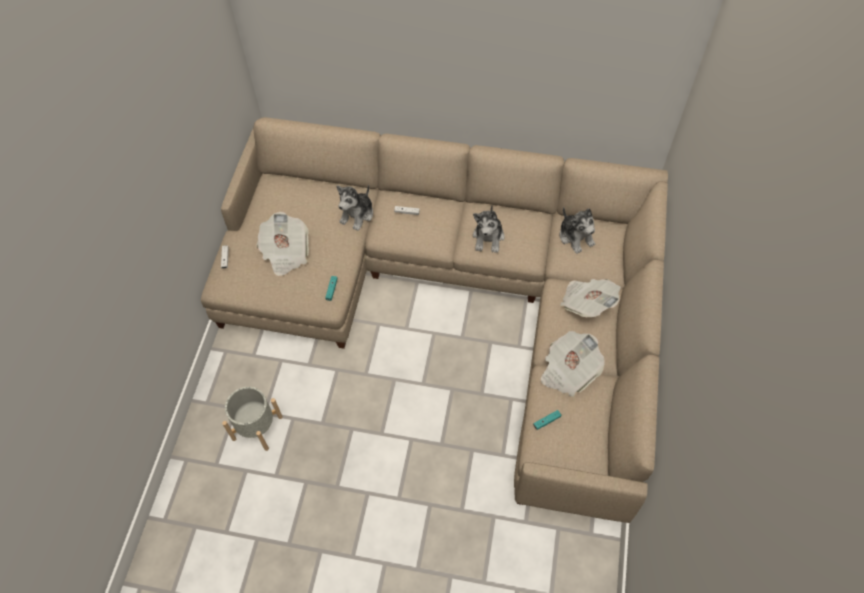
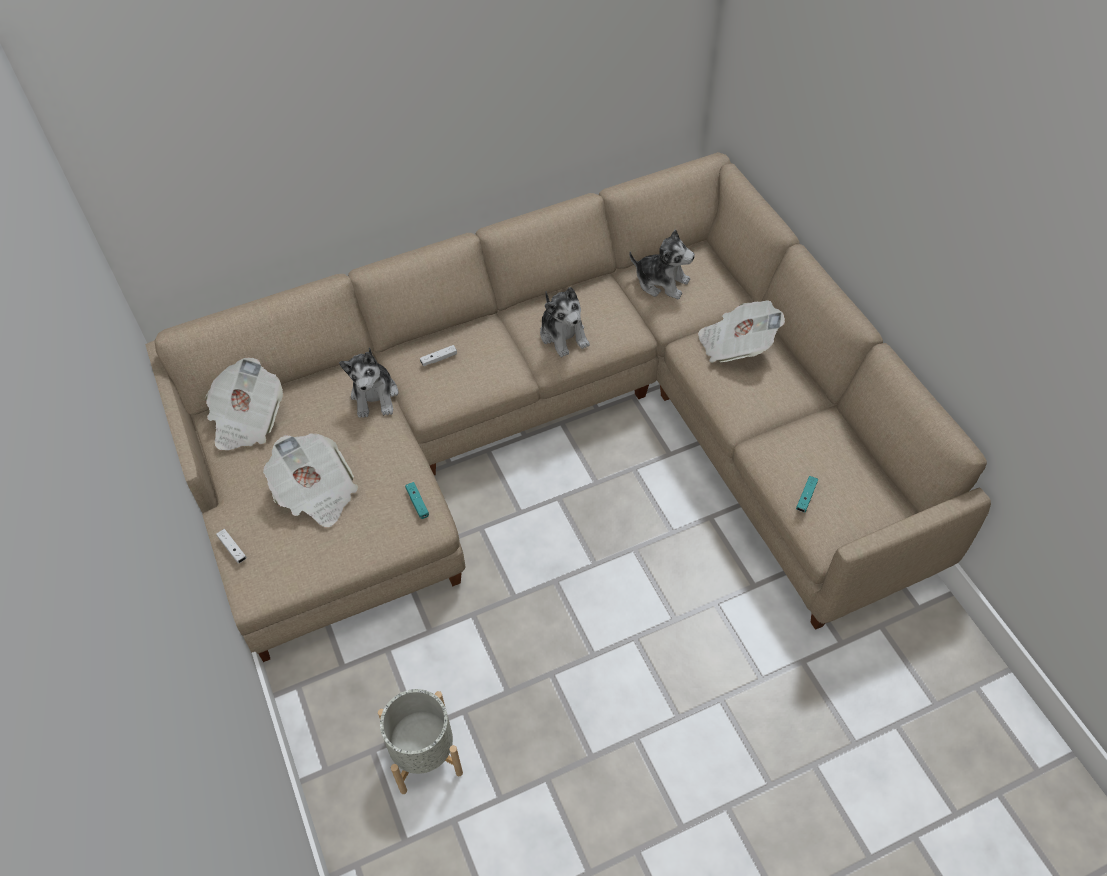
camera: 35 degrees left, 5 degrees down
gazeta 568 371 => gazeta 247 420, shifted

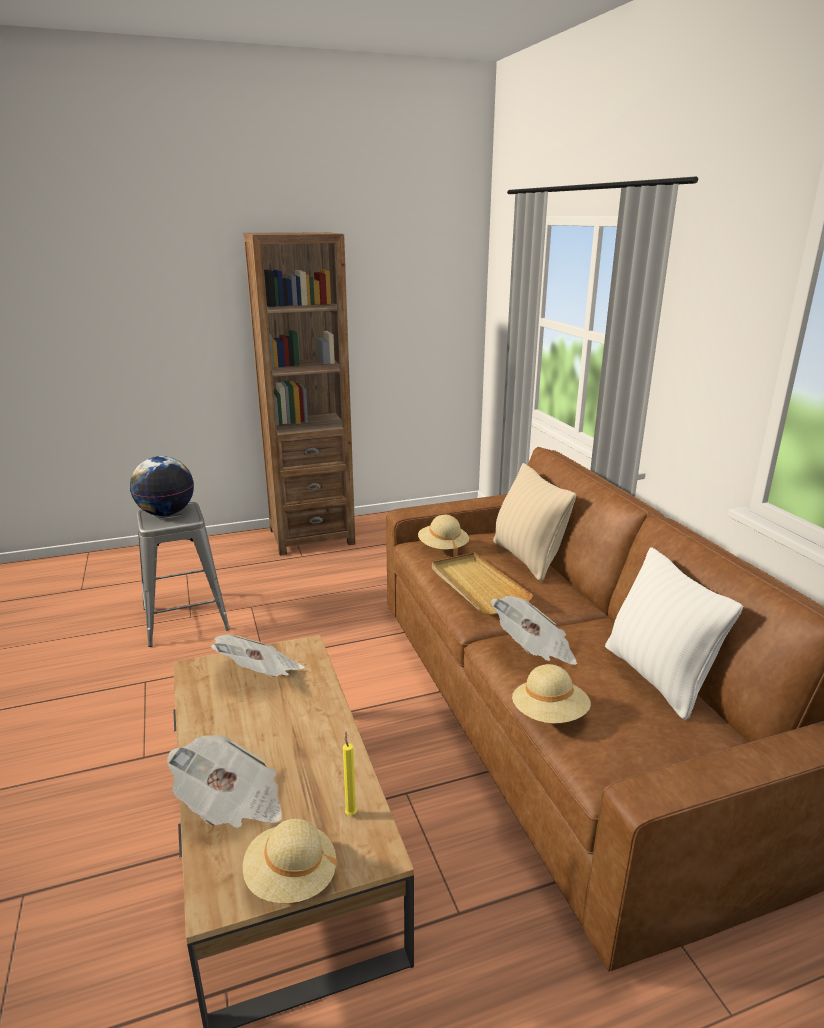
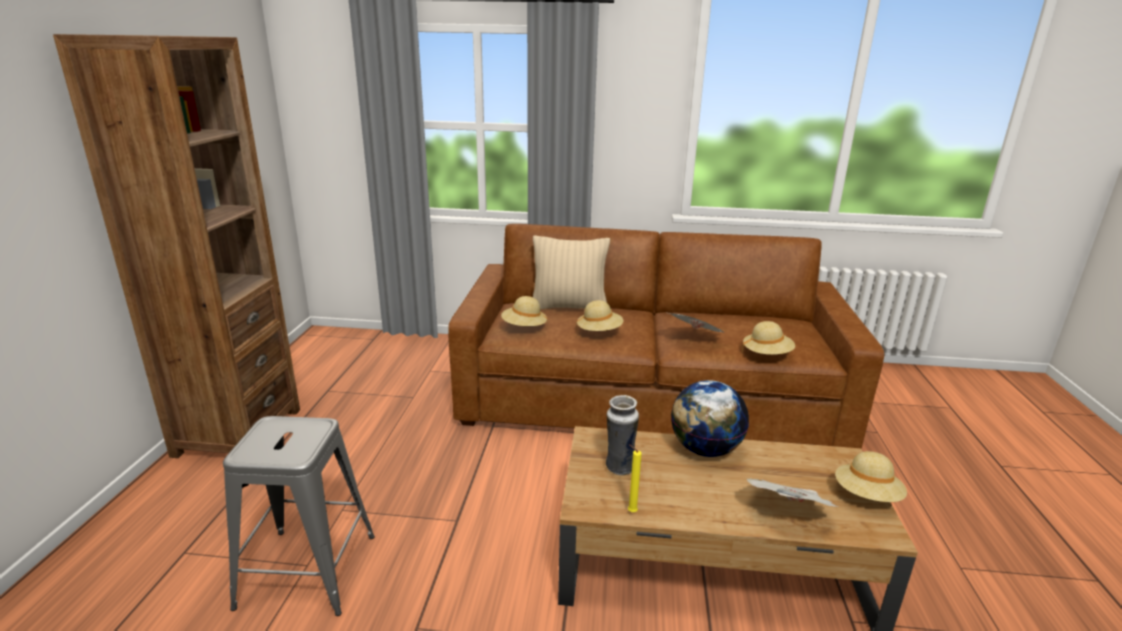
camera: 65 degrees left, 0 degrees up
globus 166 513 => globus 704 449, shifted
gazeta 260 674 => wazon 619 468
świeca [żółty] 351 812 => świeca [żółty] 630 511, shifted
taca [beżowy] 477 586 => kapelusz [beżowy] 599 332
poduszka [biały] 657 677 => nothing

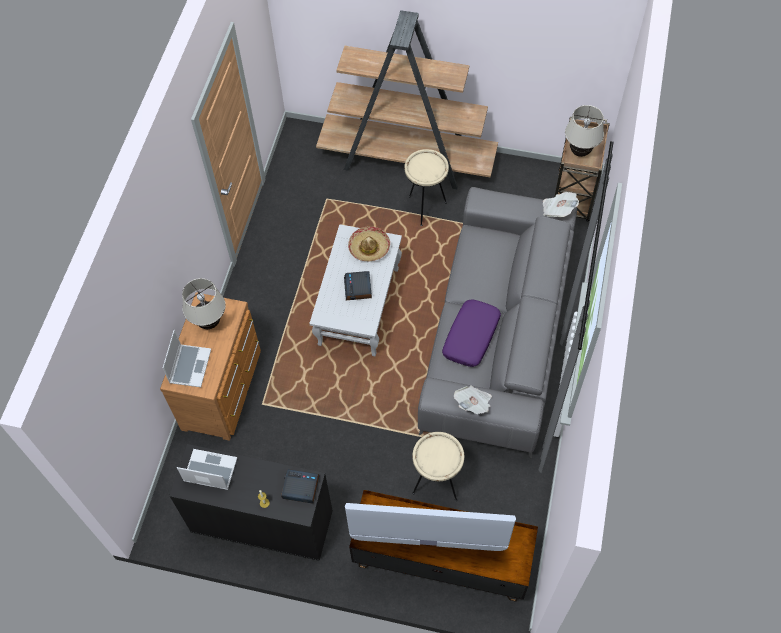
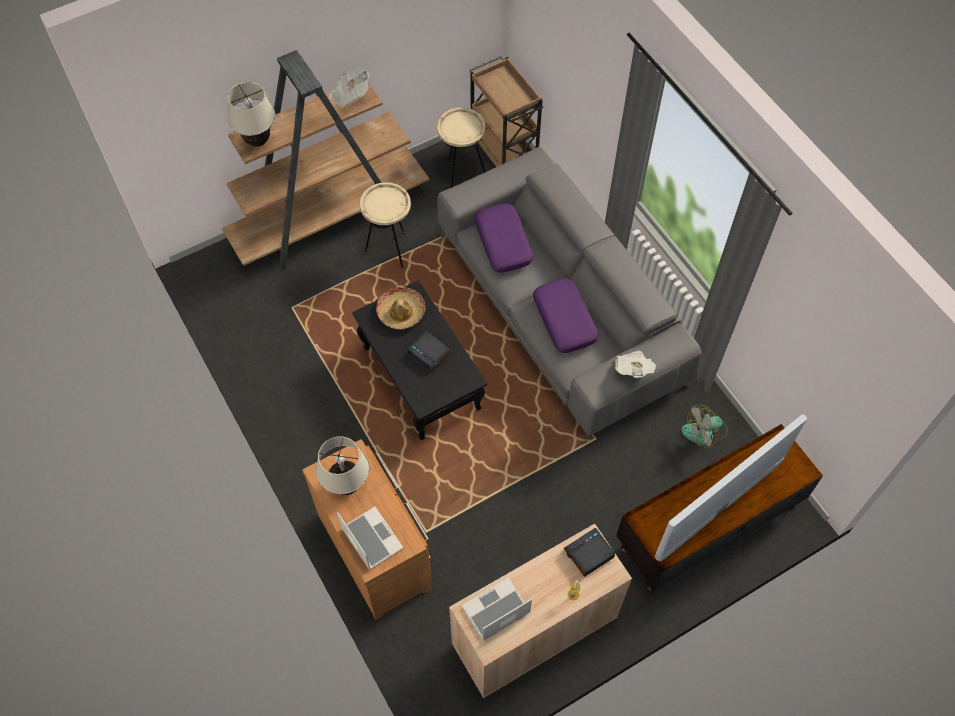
camera: 45 degrees left, 0 degrees up
szafka [czarny] 262 522 => szafka [beżowy] 534 631
ława [biały] 358 307 => ława [czarny] 422 379
stolik [beżowy] 436 485 => stolik [beżowy] 462 176, shifted
gazeta 558 209 => gazeta 350 95, shifted
lampa stołowa [beżowy] 579 152 => lampa stołowa [beżowy] 257 141, shifted
nothing => poduszka [fioletowy] 503 243
nothing => wentylator 704 431

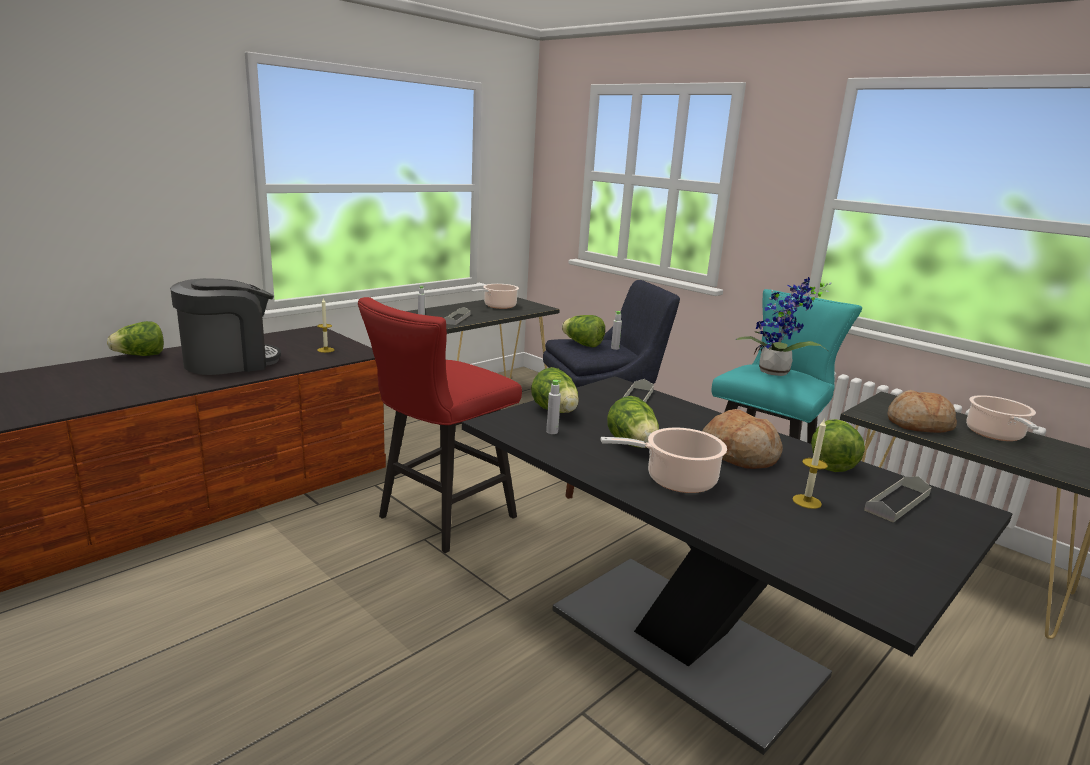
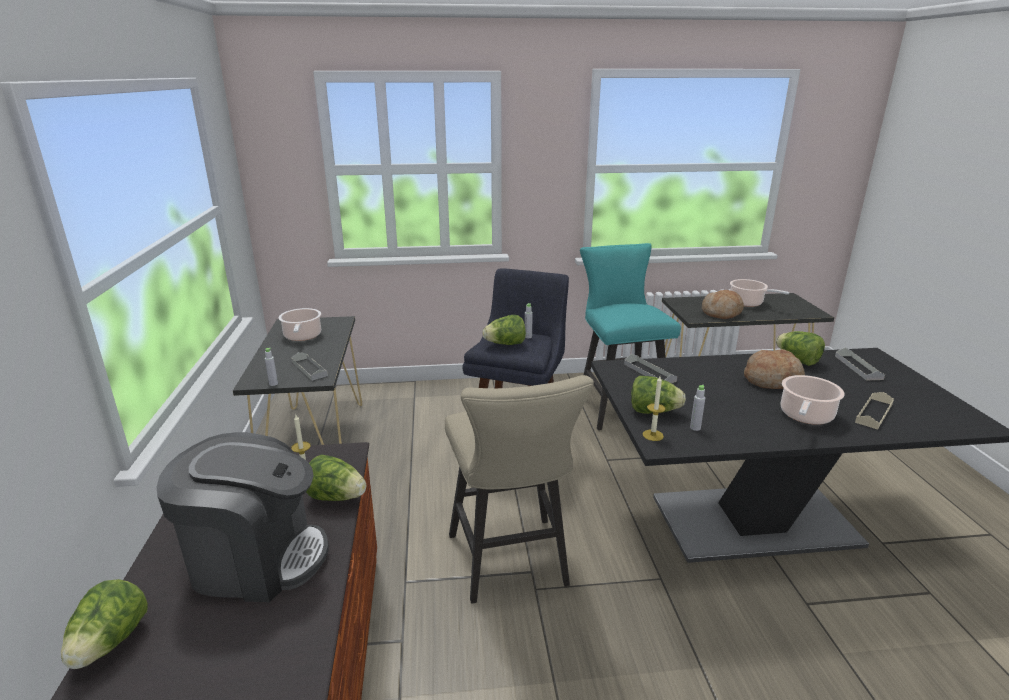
camera: 50 degrees left, 5 degrees up
ekspres do kawy 229 362 => ekspres do kawy 256 559, 90 degrees clockwise
stołek [czerwony] 439 519 => stołek [beżowy] 511 565
sałata 633 445 => sałata 336 497, shifted
roślina doniczkowa 775 373 => nothing
świeca 806 501 => świeca 653 435, shifted
nothing => taca [beżowy] 874 413

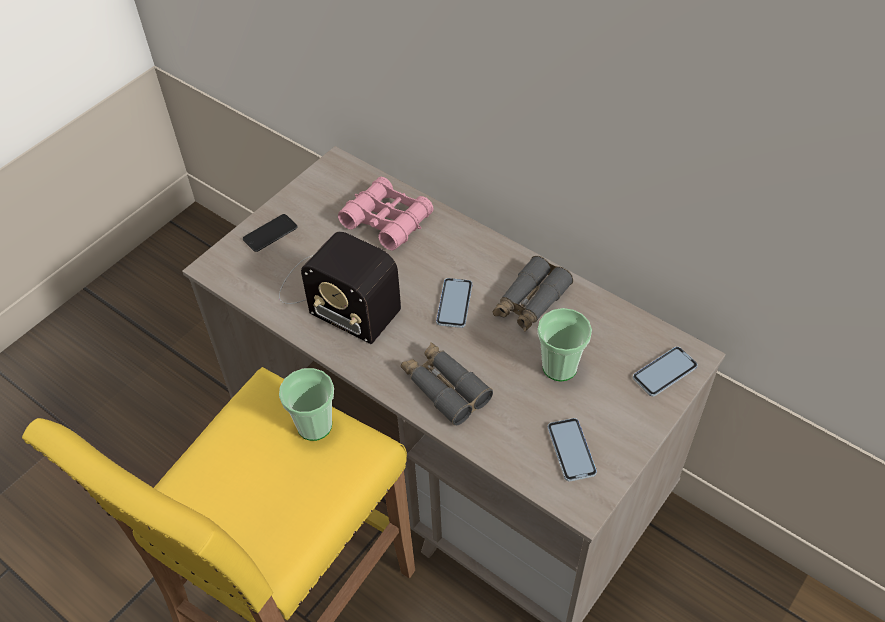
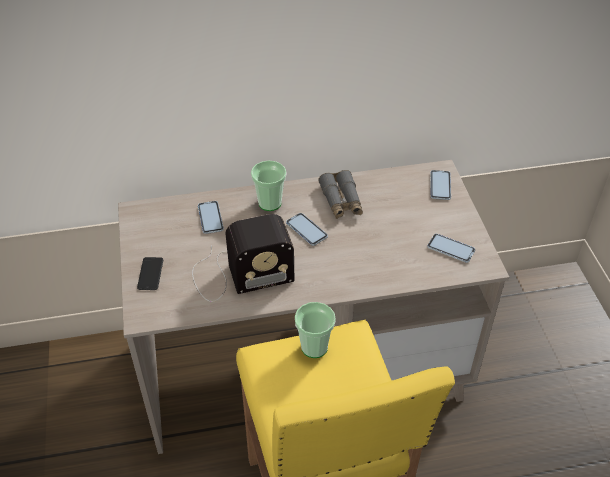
camera: 50 degrees left, 5 degrees down
lornetka [różowy] 387 220 => telefon 210 218
lornetka [szary] 444 388 => nothing
filiżanka 559 367 => filiżanka 270 203, shifted

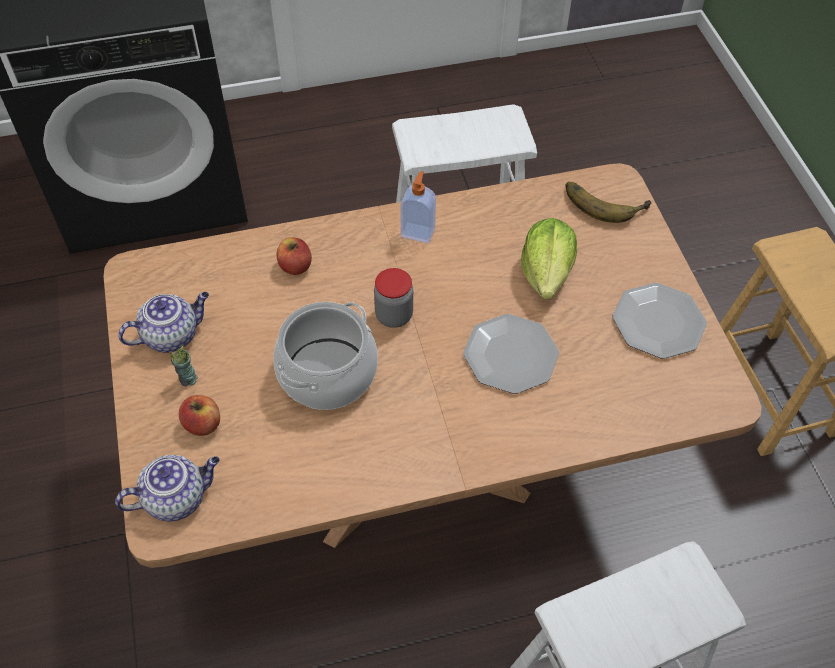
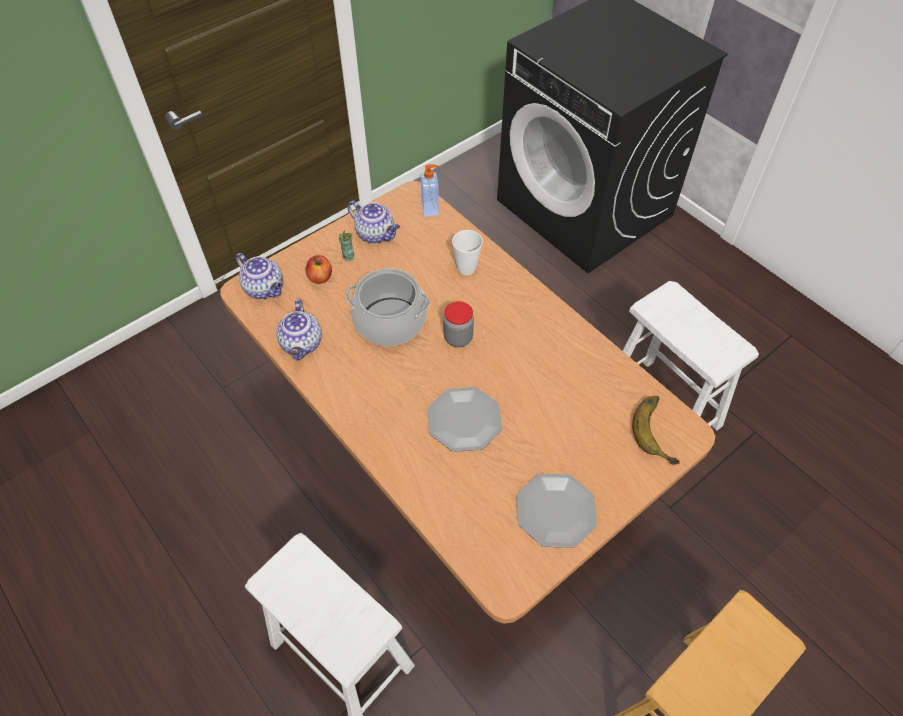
camera: 65 degrees right, 0 degrees up
jabłko 295 266 => filiżanka 466 268
dozownik mydła 418 232 => dozownik mydła 430 208, shifted
sałata 546 273 => nothing
nothing => imbryk 302 345

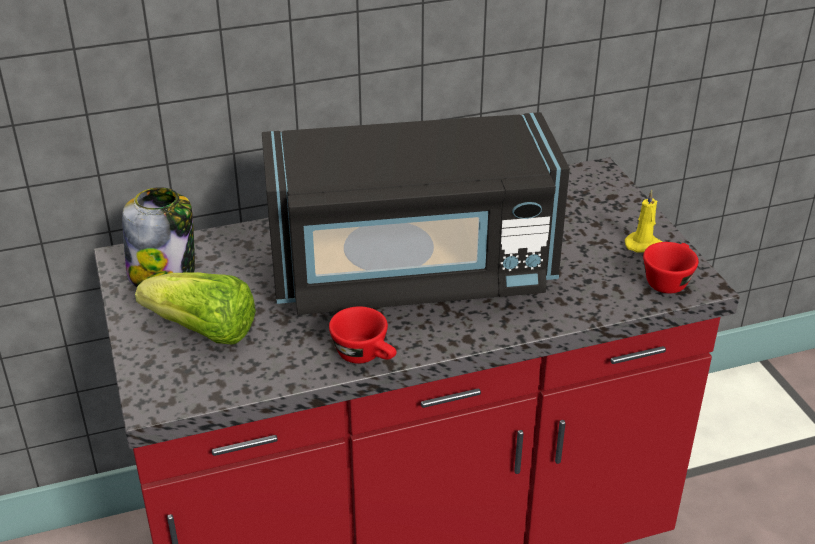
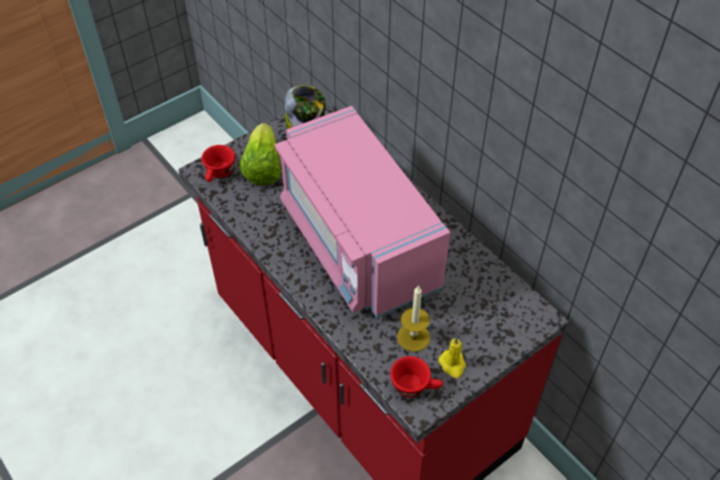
camera: 70 degrees right, 15 degrees up
mikrofalówka [czarny] 412 273 => mikrofalówka [różowy] 358 242
filiżanka [czerwony] 366 356 => filiżanka [czerwony] 219 174, shifted
nothing => świeca 413 337

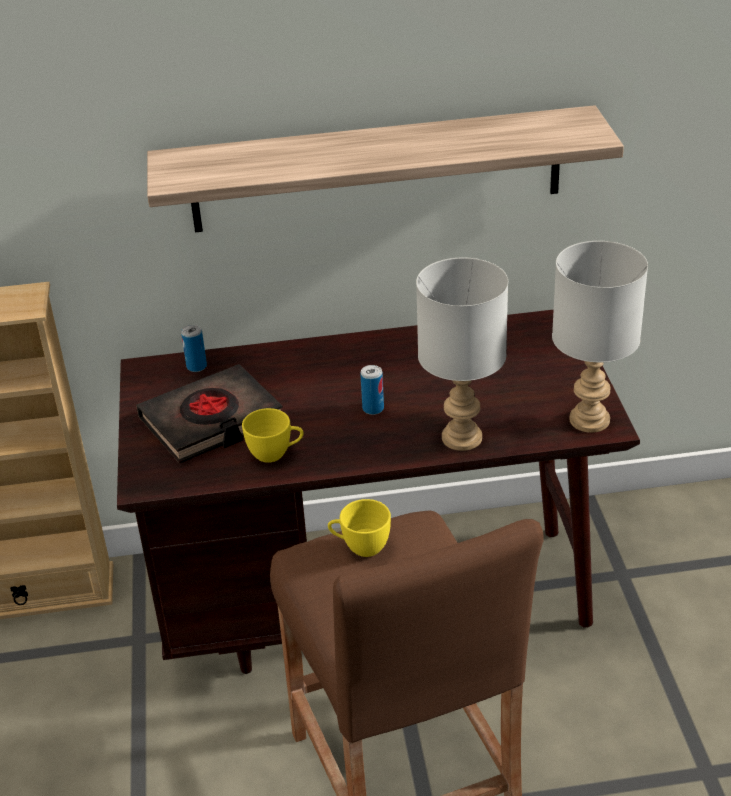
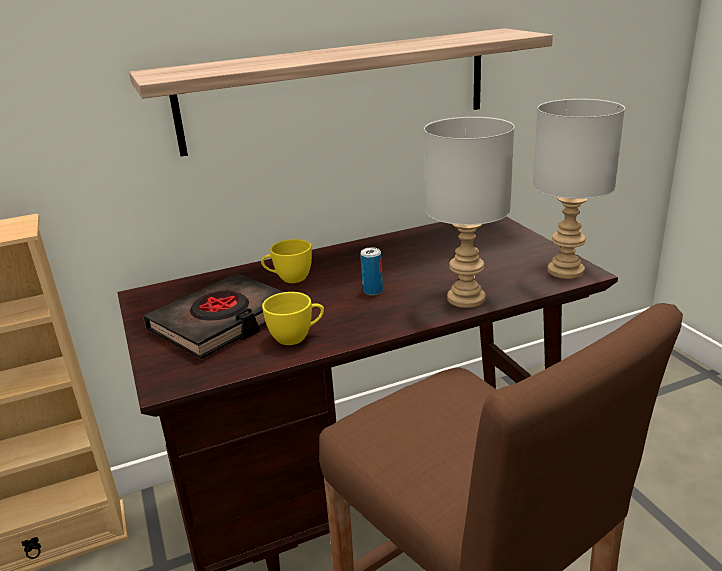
camera: 15 degrees left, 10 degrees down
puszka 196 366 => nothing
filiżanka [żółty] 360 547 => filiżanka [żółty] 289 279, shifted

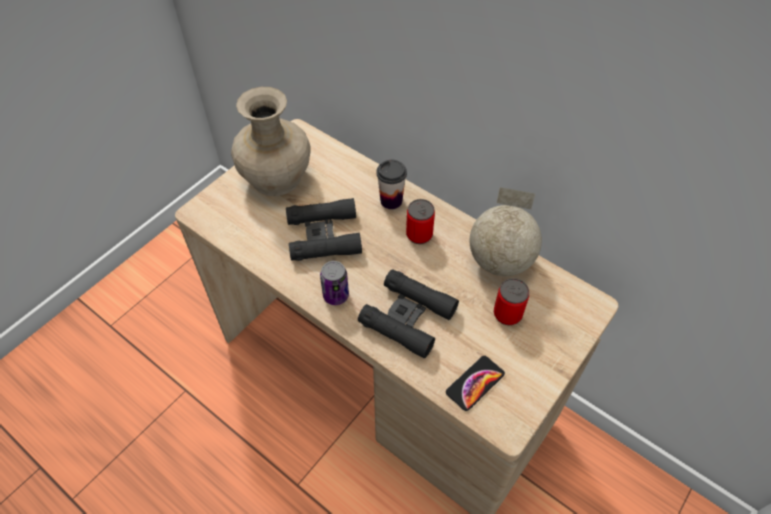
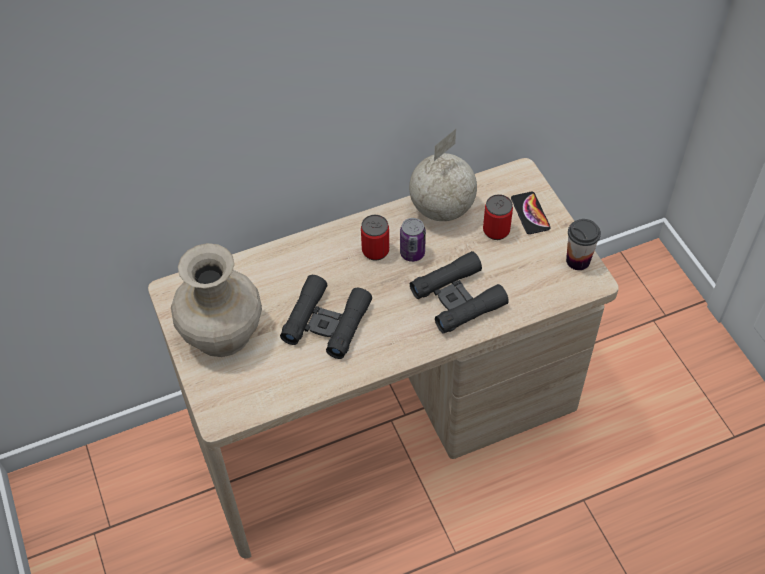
camera: 60 degrees left, 0 degrees up
puszka 336 295 => puszka 412 253, shifted
filiżanka 391 201 => filiżanka 578 261, shifted
telefon 475 383 => telefon 530 213, shifted

